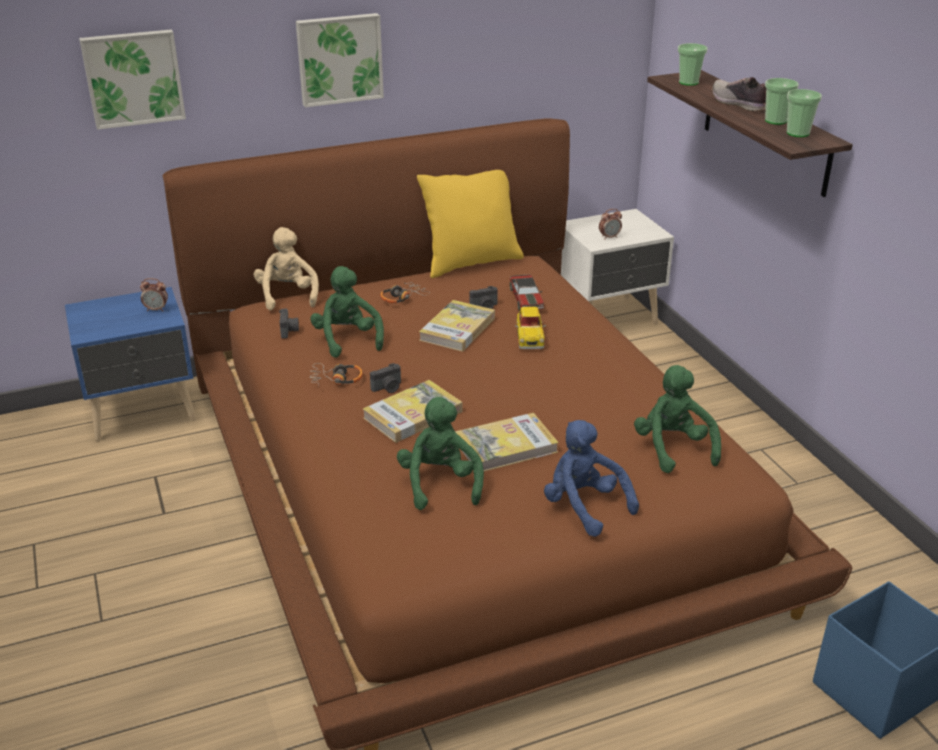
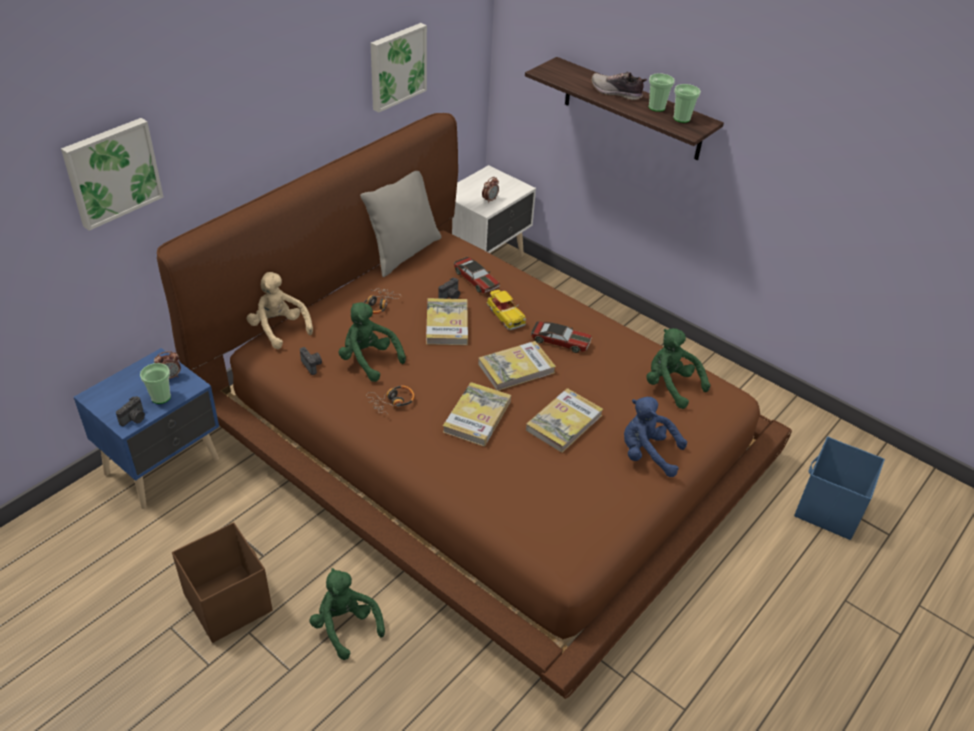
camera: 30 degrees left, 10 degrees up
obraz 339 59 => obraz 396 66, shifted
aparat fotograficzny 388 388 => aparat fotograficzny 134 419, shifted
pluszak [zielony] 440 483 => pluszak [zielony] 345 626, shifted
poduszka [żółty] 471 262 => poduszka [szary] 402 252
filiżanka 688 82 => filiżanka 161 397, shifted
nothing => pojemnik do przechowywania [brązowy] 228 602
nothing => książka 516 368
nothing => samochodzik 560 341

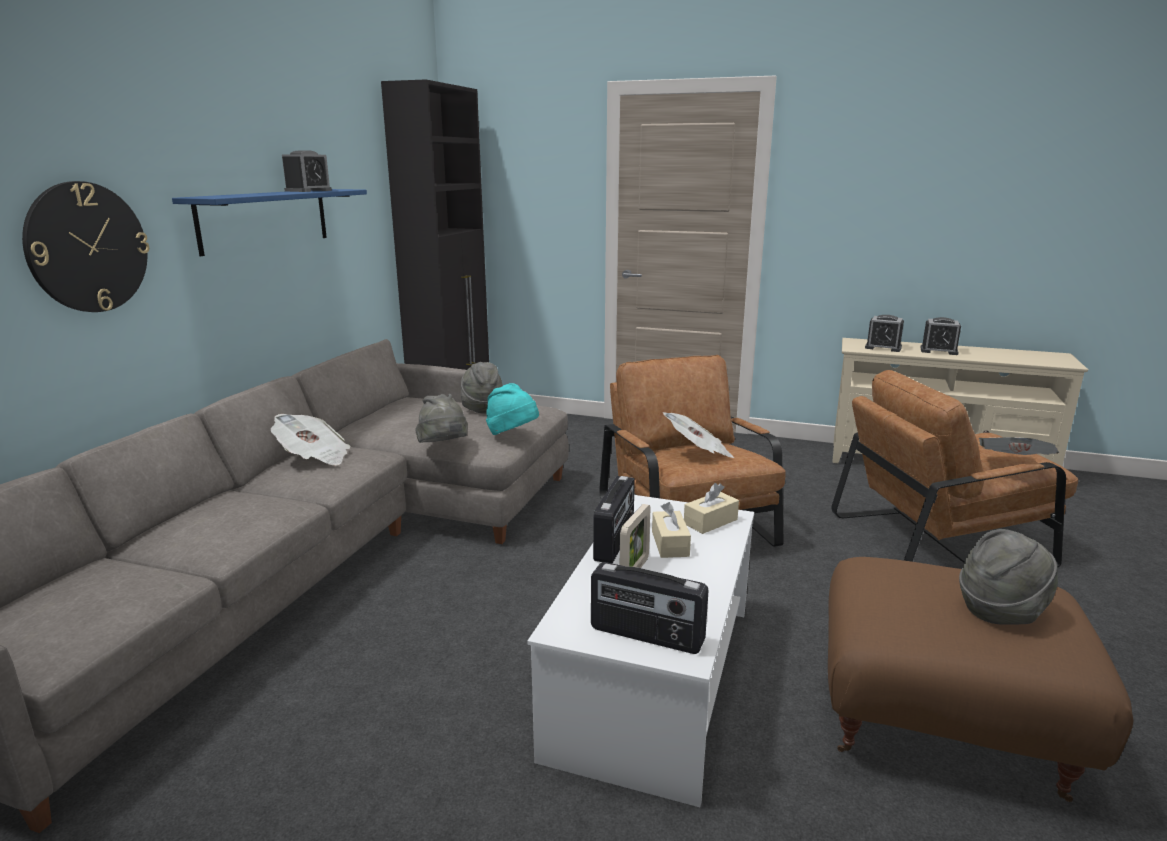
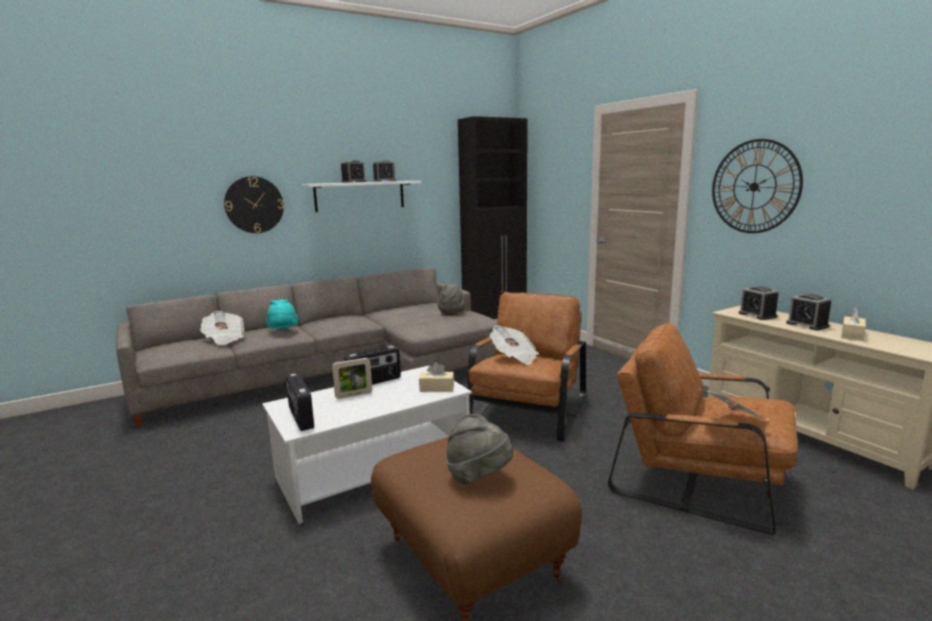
camera: 40 degrees right, 5 degrees down
półka [niebieski] 265 219 => półka [biały] 360 196
gazeta 314 457 => gazeta 224 339, shifted
kapelusz [szary] 444 447 => nothing
kapelusz [turkusowy] 512 435 => kapelusz [turkusowy] 283 331, shifted
pudełko chusteczek [beżowy] 670 544 => pudełko chusteczek [beżowy] 852 335, shifted
nothing => budzik 354 182
nothing => zegar ścienny 754 187

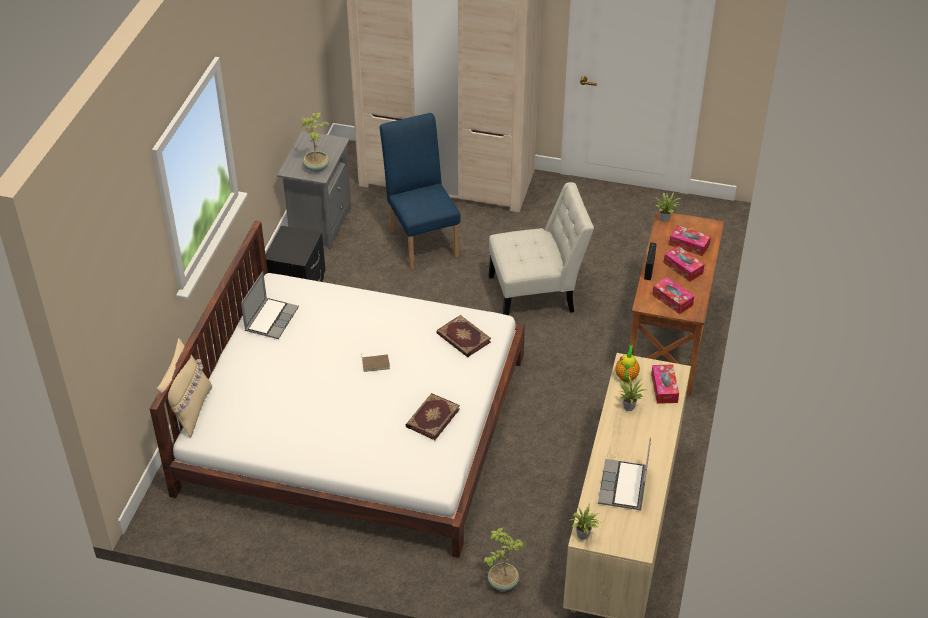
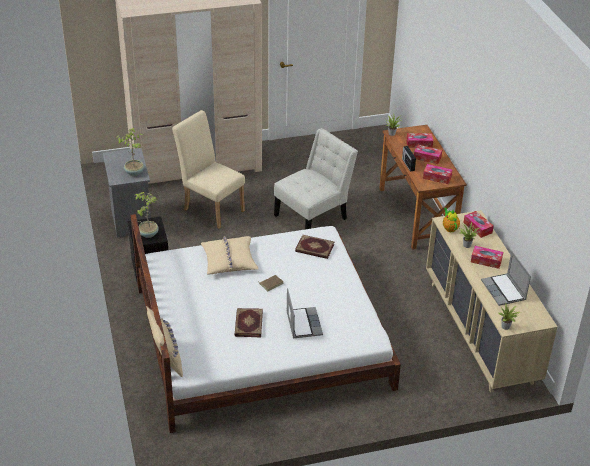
camera: 30 degrees left, 5 degrees down
laptop 271 319 => laptop 303 323, shifted
krzesło [niebieski] 422 240 => krzesło [beżowy] 211 208
książka 432 417 => książka 248 324, shifted
roślina doniczkowa 502 582 => roślina doniczkowa 148 234, shifted
nothing => poduszka [beżowy] 229 260
nothing => pudełko chusteczek 486 260

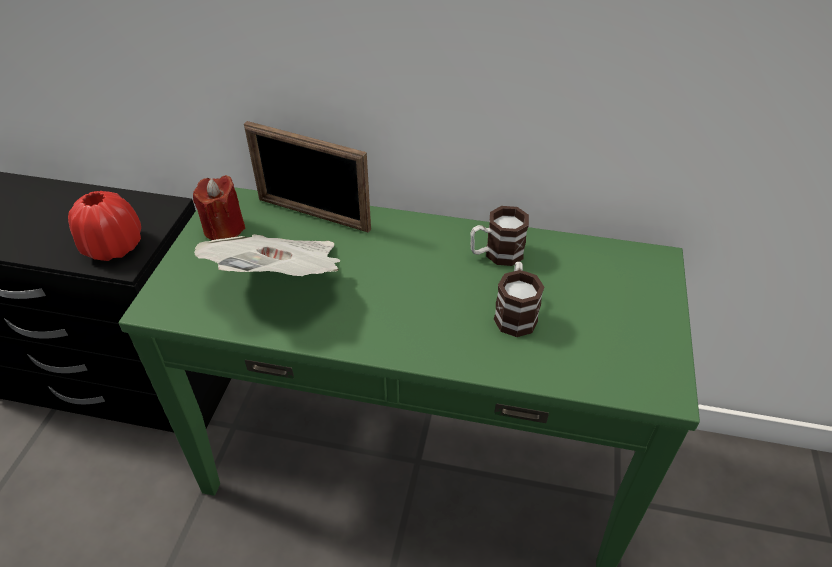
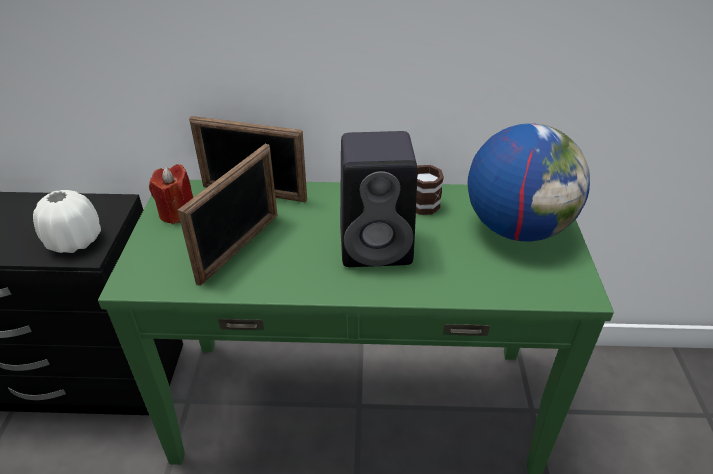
camera: 10 degrees left, 5 degrees down
wazon [czerwony] 113 247 => wazon [biały] 74 241
gazeta 282 280 => ramka na zdjęcie 240 247
kubek 515 313 => nothing
nothing => głośnik [czarny] 378 245
nothing => globus 516 227

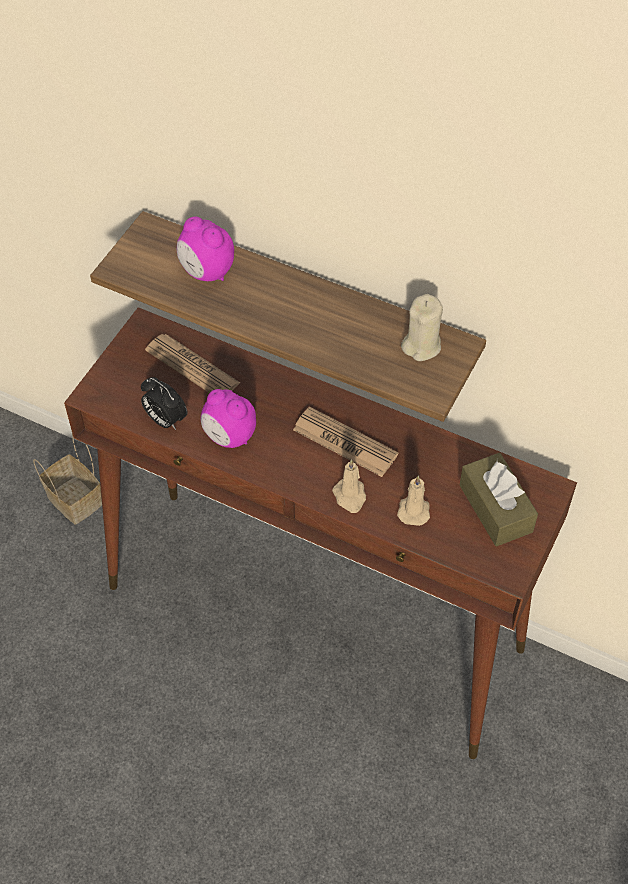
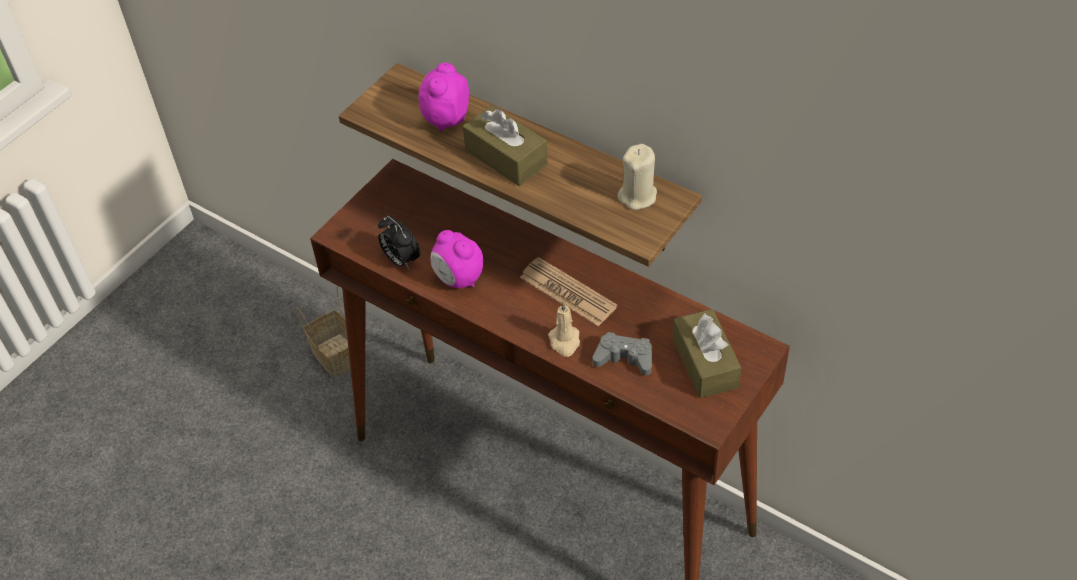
camera: 10 degrees right, 5 degrees down
gazeta 192 367 => nothing
budzik 206 272 => budzik 446 119, 60 degrees clockwise
świeca [beżowy] 413 510 => pad do gier [szary] 624 358
nothing => pudełko chusteczek [brązowy] 506 157

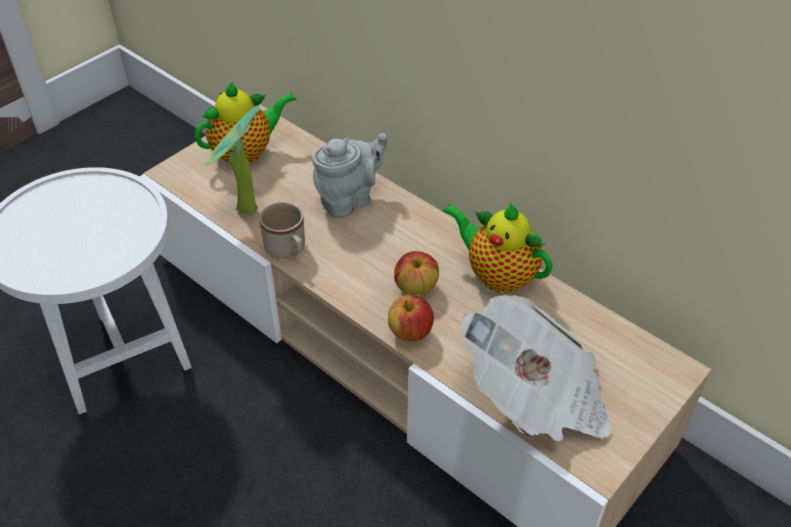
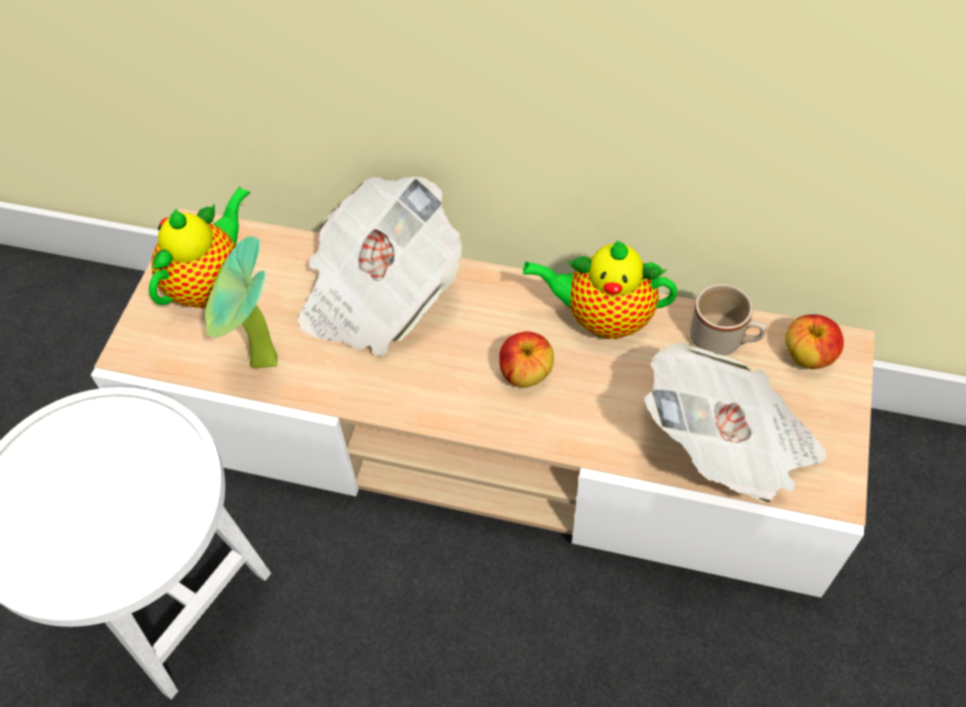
camera: 25 degrees left, 10 degrees up
kubek [beżowy] 288 251 => kubek [beżowy] 723 340, shifted
imbryk [szary] 349 199 => gazeta 378 294
jabłko 410 332 => jabłko 807 356, shifted

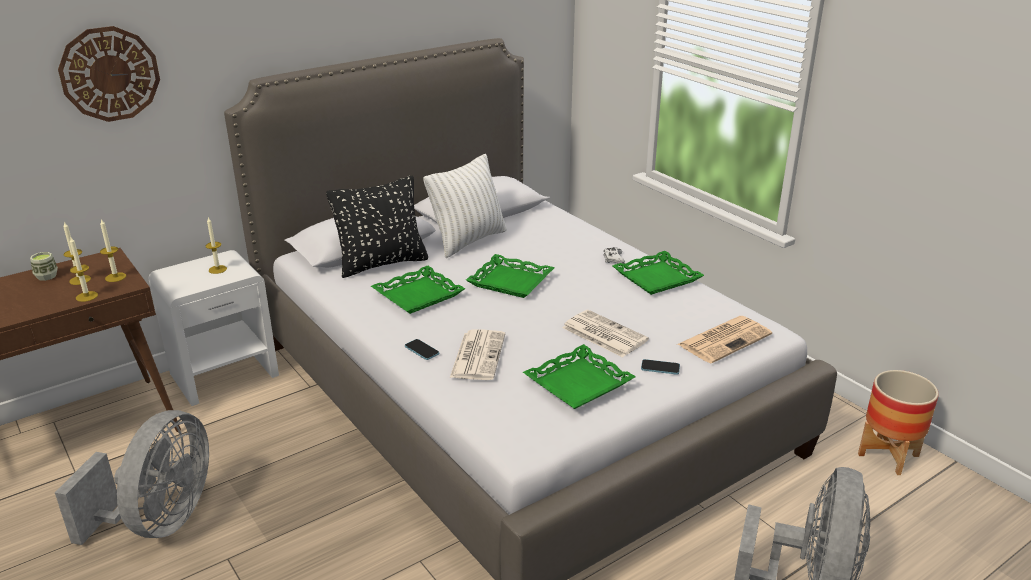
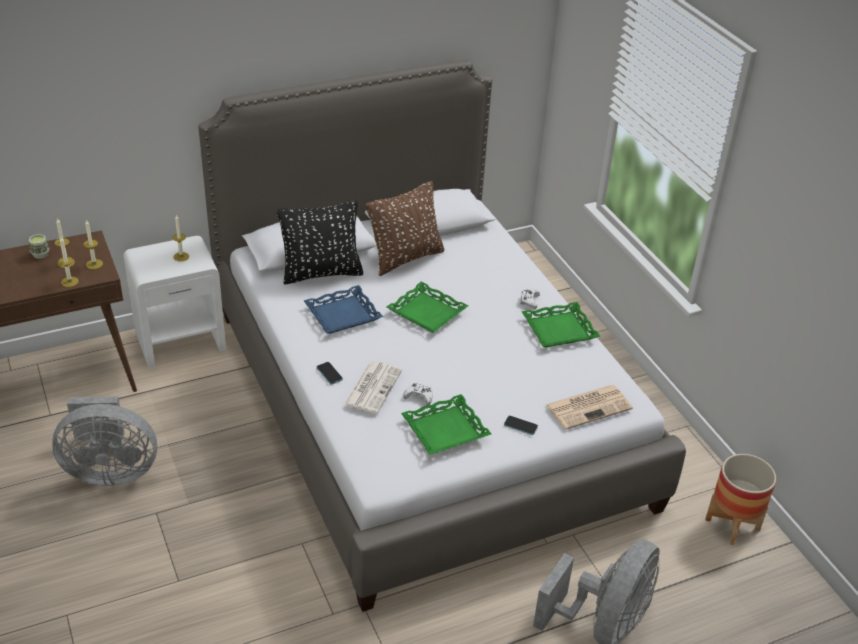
camera: 10 degrees right, 10 degrees up
wentylator [szary] 160 521 => wentylator [szary] 110 471, 60 degrees clockwise
zegar ścienny 110 74 => nothing
taca [zielony] 418 295 => taca [niebieski] 342 314
poduszka [biały] 468 241 => poduszka [brązowy] 406 258
gazeta 603 334 => nothing
nothing => pad do gier [biały] 419 396

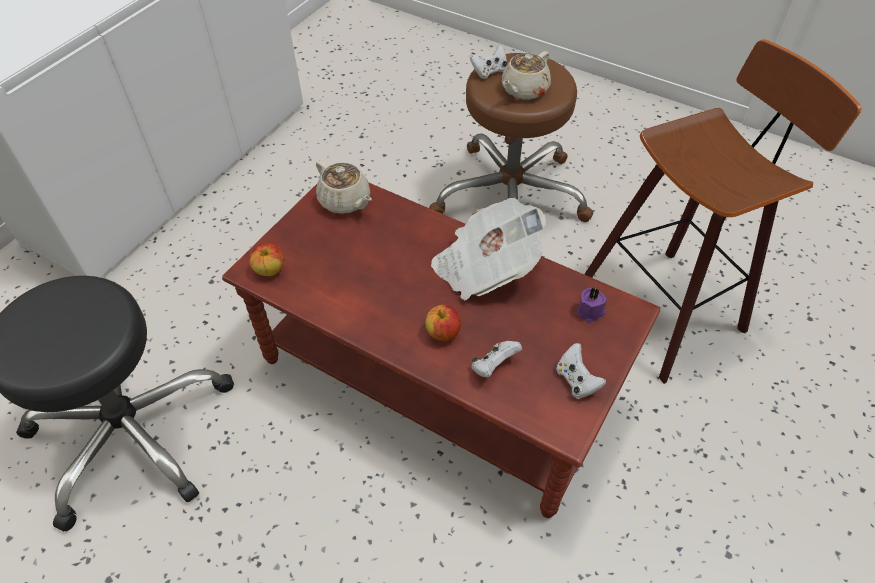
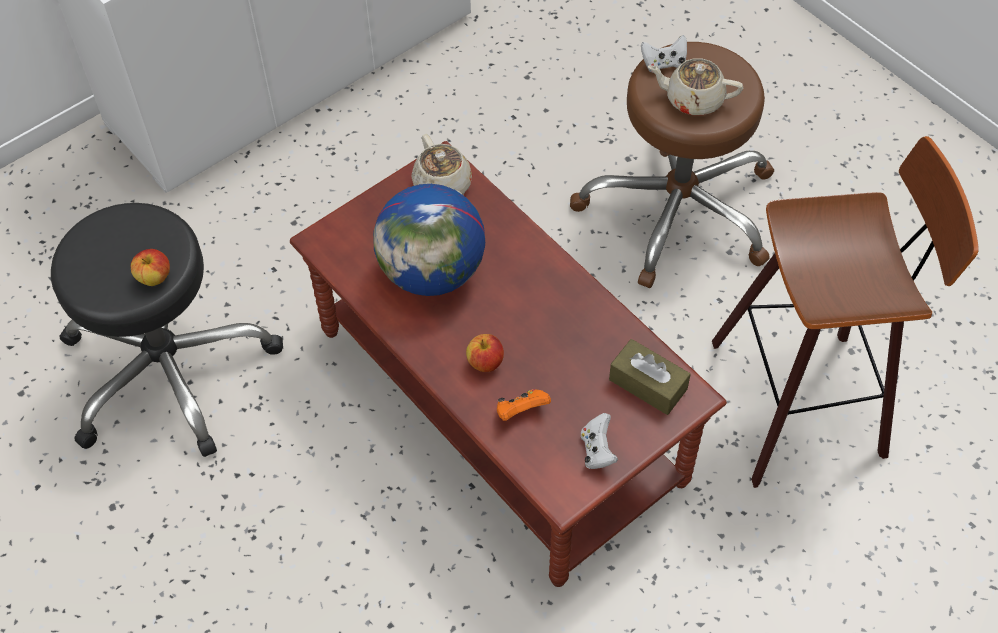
camera: 20 degrees right, 5 degrees up
jabłko 270 270 => jabłko 154 278, shifted
gazeta 485 267 => nothing
pad do gier [biały] 493 366 => pad do gier [pomarańczowy] 521 411
imbryk [beżowy] 524 90 => imbryk [beżowy] 693 99, 45 degrees clockwise
świeca [fioletowy] 590 312 => pudełko chusteczek [brązowy] 648 384
nothing => globus 432 272

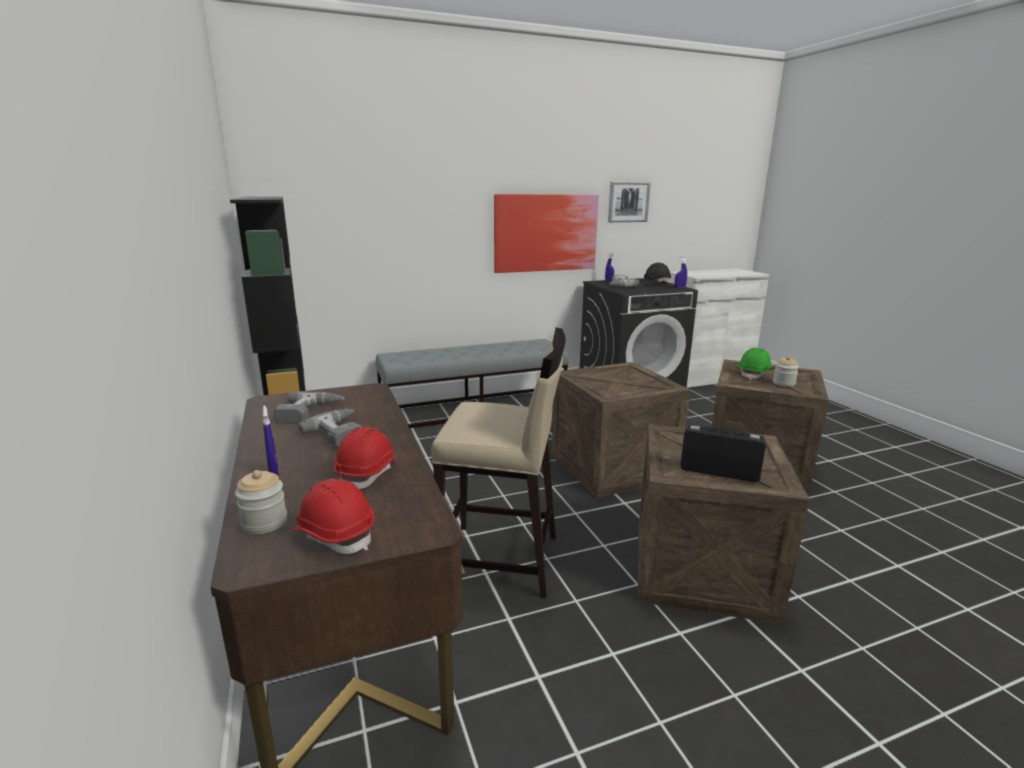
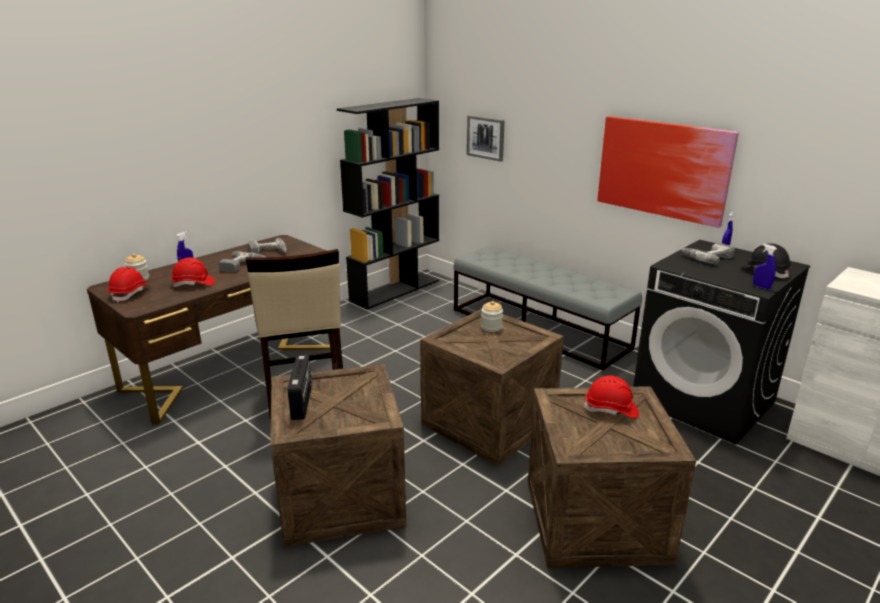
camera: 65 degrees right, 5 degrees up
obraz 628 202 => obraz 486 137, shifted
kask [zielony] 754 374 => kask [czerwony] 611 410
słoik 783 383 => słoik 491 327, shifted

